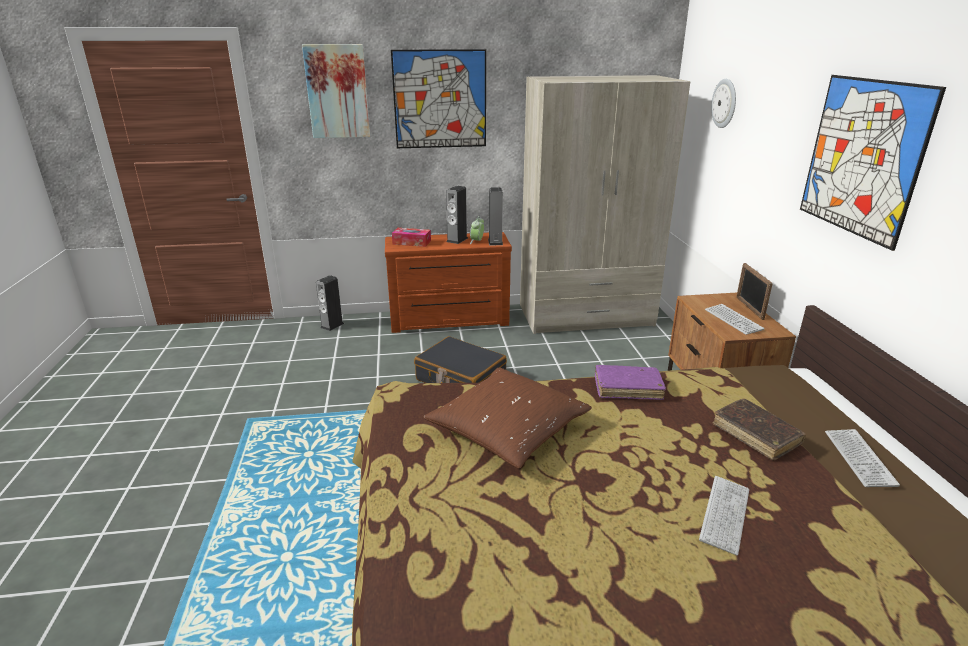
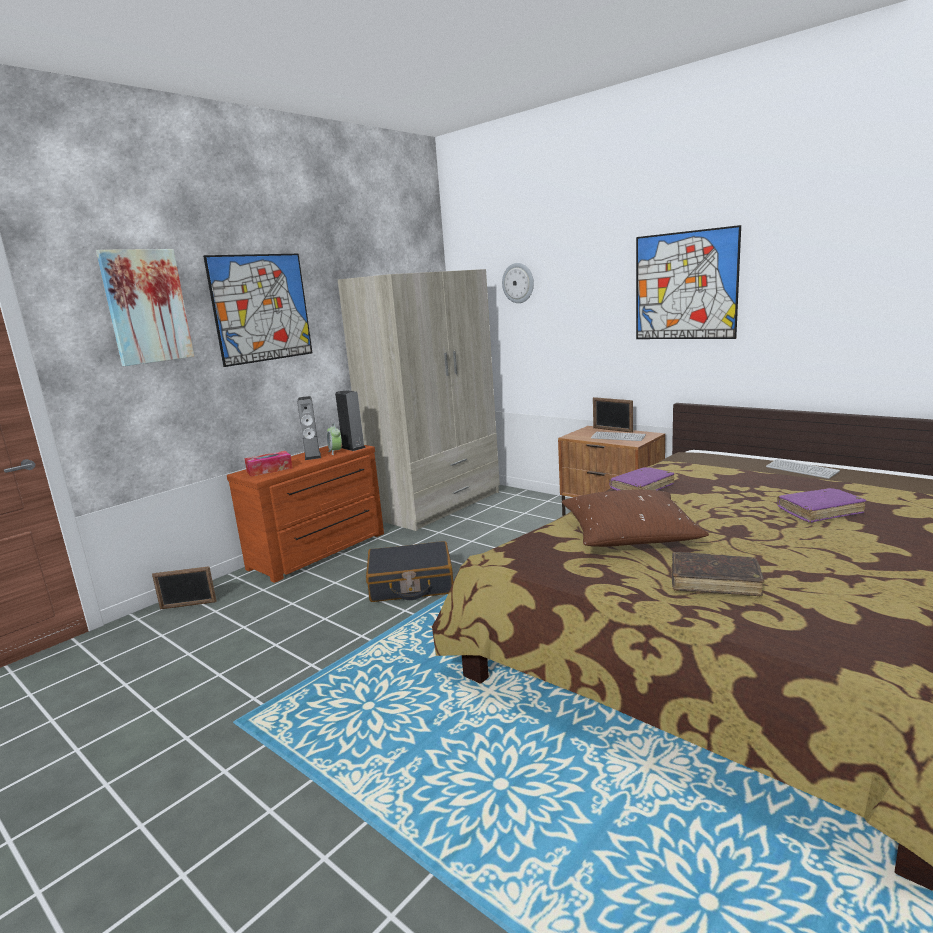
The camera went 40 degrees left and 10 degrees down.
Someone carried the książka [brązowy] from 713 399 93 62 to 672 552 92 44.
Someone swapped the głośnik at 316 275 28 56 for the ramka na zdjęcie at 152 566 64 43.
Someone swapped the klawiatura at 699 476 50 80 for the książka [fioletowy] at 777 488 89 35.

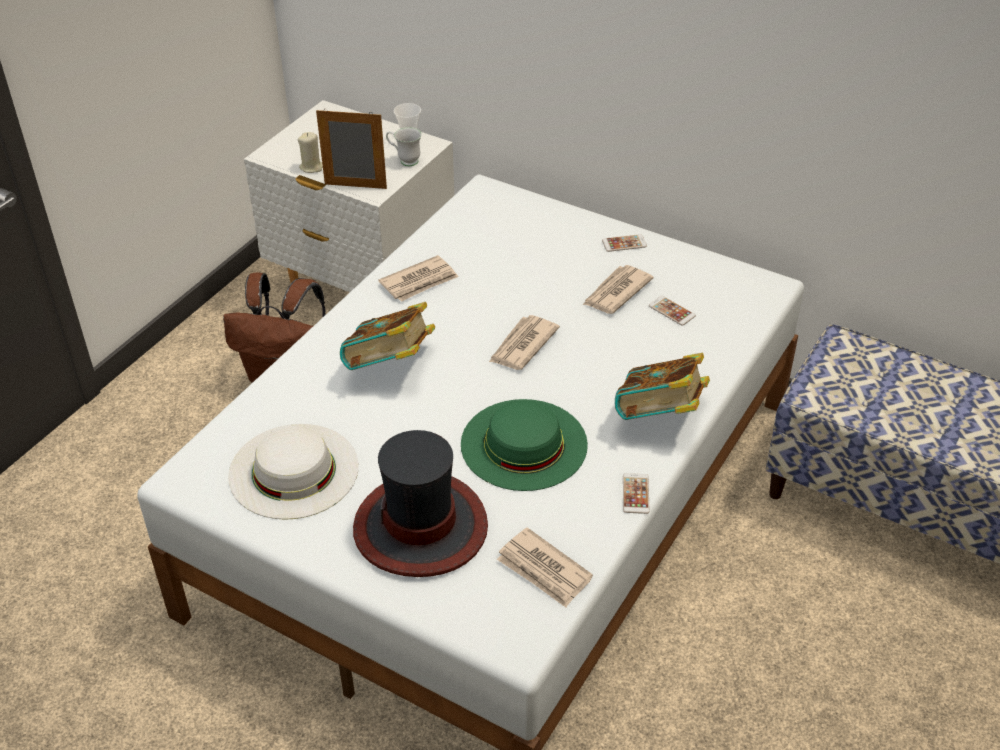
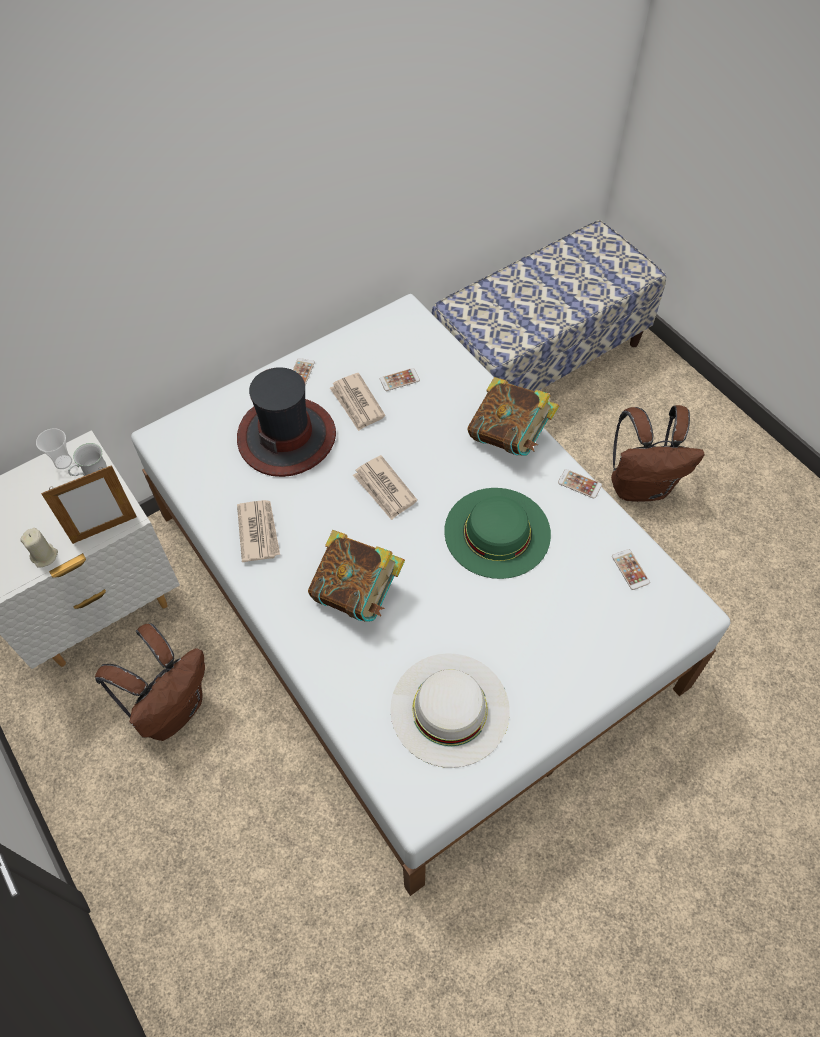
The camera went 65 degrees left and 15 degrees up.
Someone put down the plecak [brązowy] at 611 405 93 97.
Someone carried the kapelusz from 353 430 135 147 to 237 367 99 110.
Someone swapped the gazeta at 497 527 96 81 for the telefon at 612 549 38 41.
Someone rotated the ramka na zdjęcie at 316 110 71 79 by 150 degrees counterclockwise.

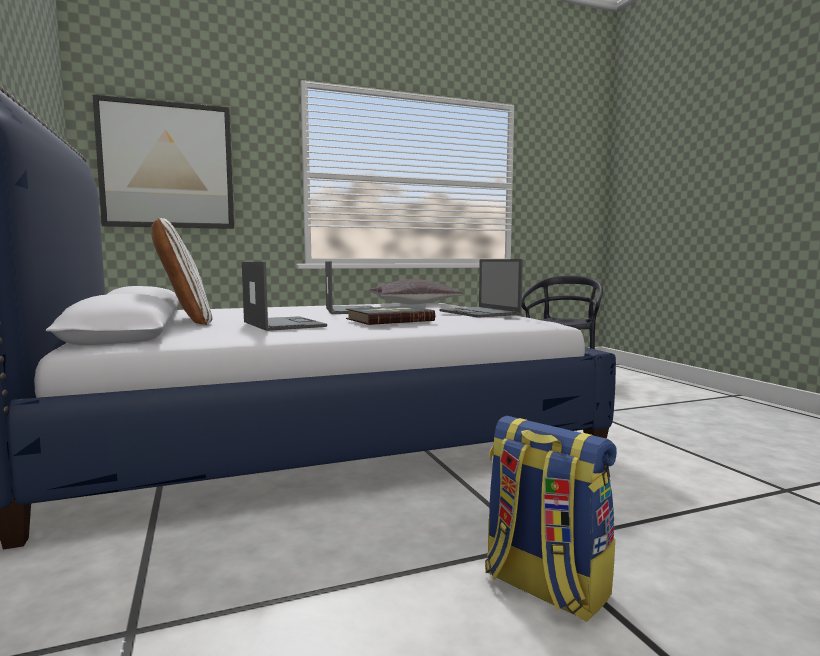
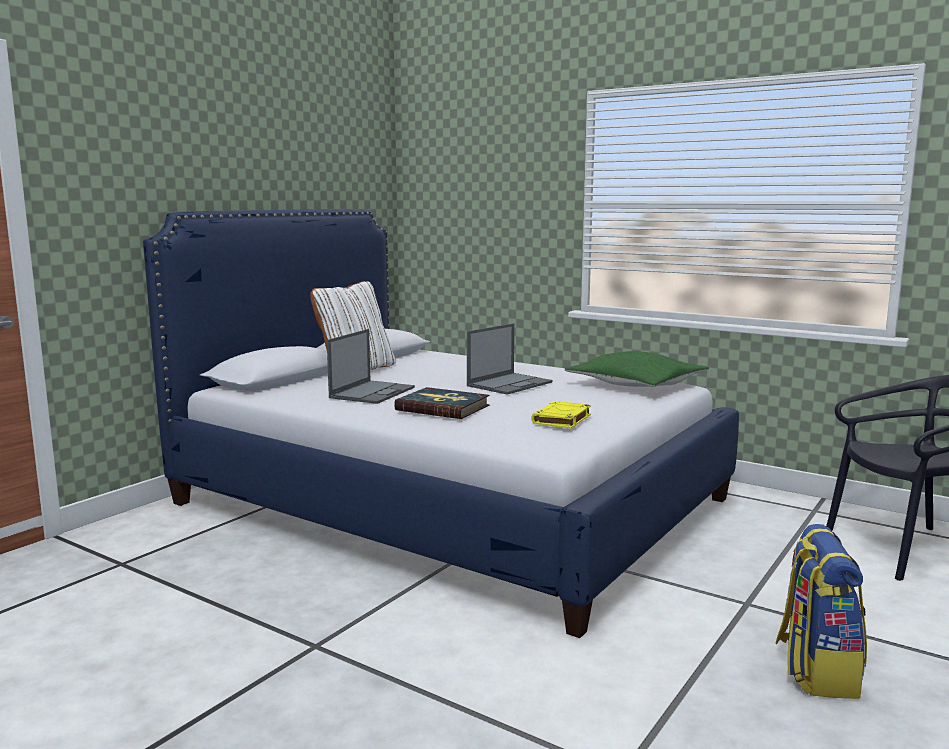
The camera went 55 degrees right and 5 degrees up.
Someone took away the obraz at 93 95 141 134.
Someone carried the plecak from 485 416 132 206 to 775 524 92 175.
Someone swapped the laptop at 440 259 83 59 for the książka [żółty] at 531 401 60 28.
Someone repainted the poduszka [szary] at 369 279 94 25, which became the poduszka [zielony] at 565 351 144 36.

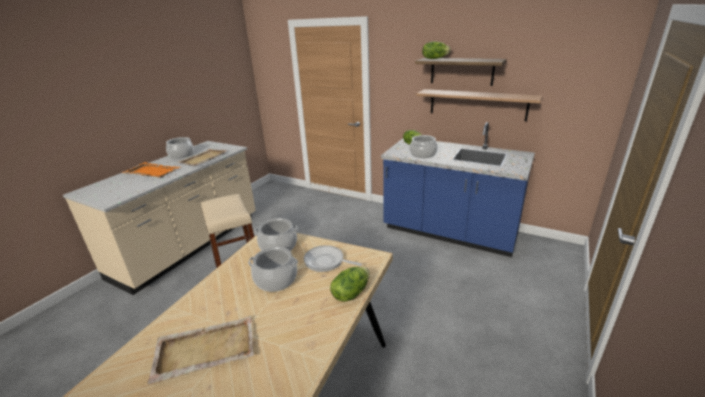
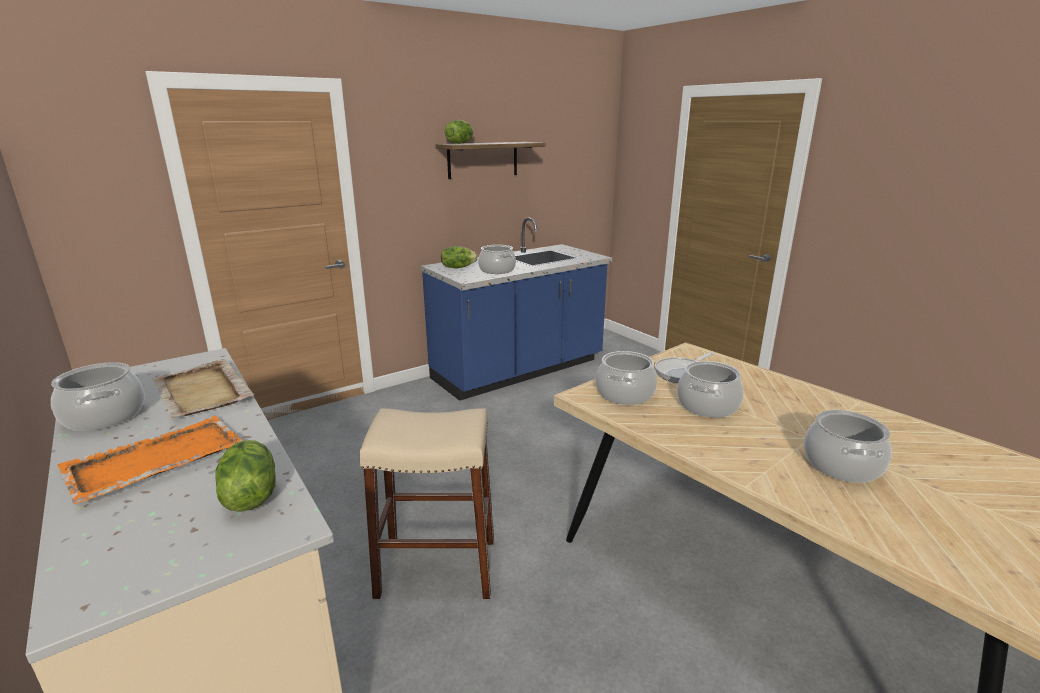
The camera went 65 degrees left and 5 degrees down.
Someone took away the półka at 416 89 126 32.
Someone carried the sałata from 330 267 40 35 to 216 440 60 72.
Someone swapped the taca [beżowy] at 147 316 107 68 for the garnek at 804 409 88 74.

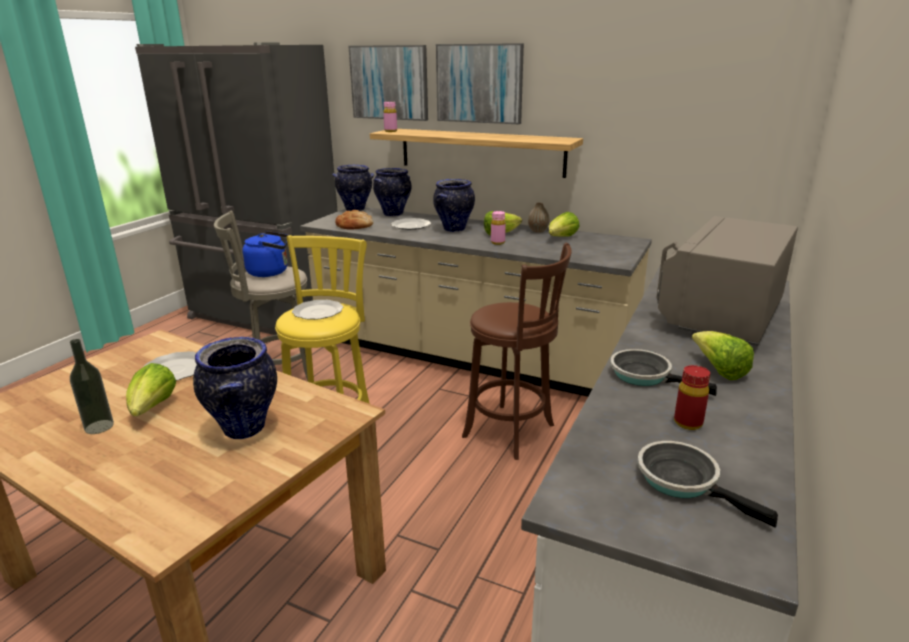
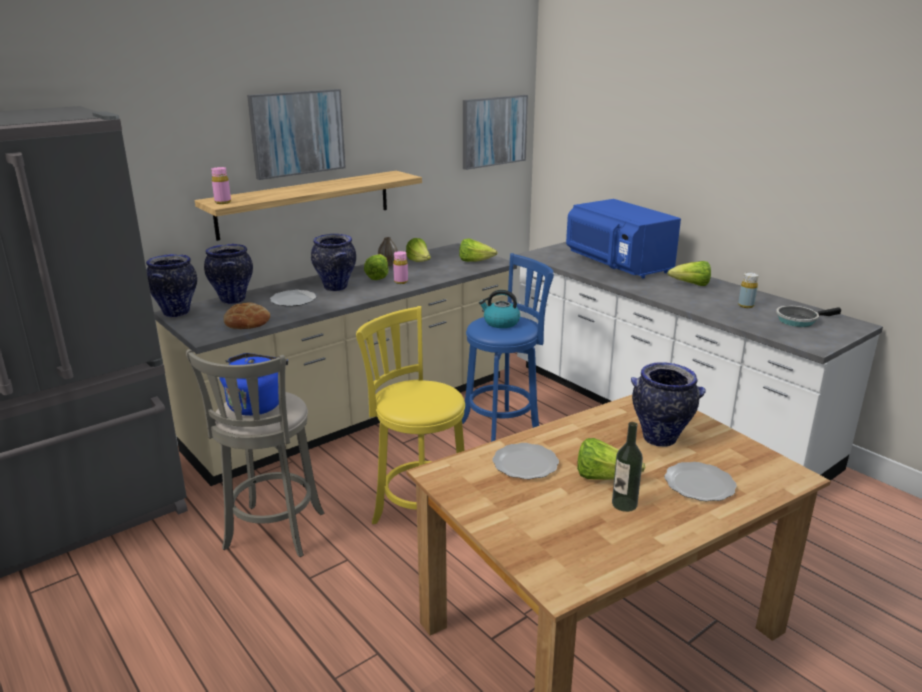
The camera went 65 degrees left and 0 degrees up.
Someone took away the patelnia at 610 349 107 47.
Someone put down the sałata at 459 238 39 24.
Someone put down the czajnik at 479 290 41 38.
Someone carried the talerz from 292 300 51 20 to 664 462 73 39.
Someone carried the obraz from 349 45 79 76 to 463 95 65 75.
Someone repainted the stołek [brązowy] at 462 243 110 217, which became the stołek [niebieski] at 462 253 92 189.
Someone repainted the mikrofalówka [szary] at 657 216 141 130, which became the mikrofalówka [niebieski] at 566 199 115 79.
Someone repainted the butelka [czerwony] at 674 365 36 65, which became the butelka [żółty] at 738 272 20 36.

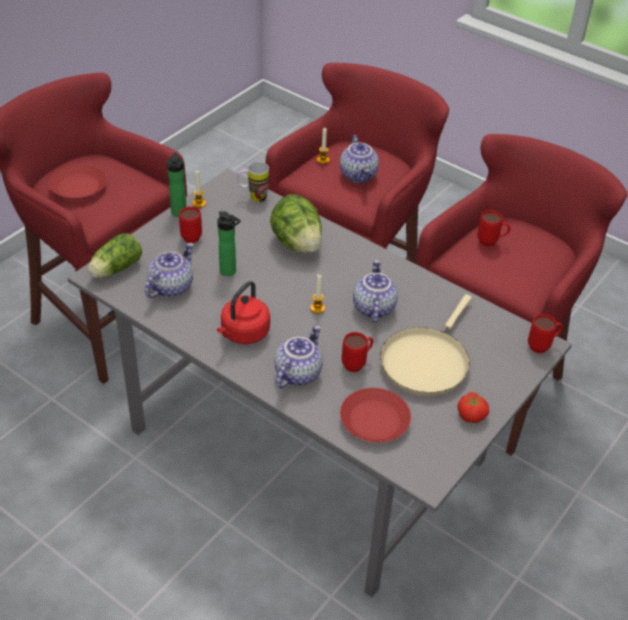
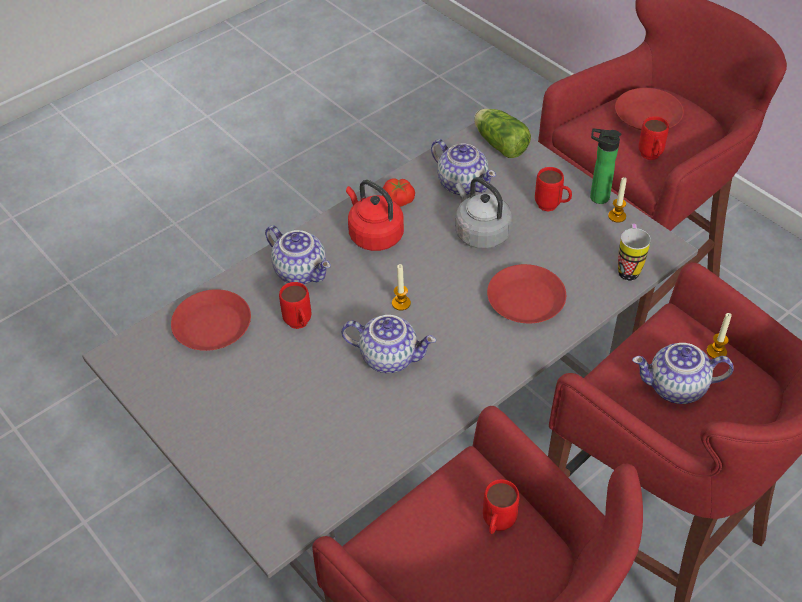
The camera went 105 degrees right and 5 degrees up.
Someone took away the patelnia [beżowy] at 380 294 92 102.
Someone carried the pomidor from 457 392 33 31 to 382 178 33 29.
Someone carried the kubek [czerwony] from 528 314 35 39 to 638 116 31 44.
Someone swapped the butelka at 217 211 24 65 for the czajnik [szary] at 456 177 56 72.
Someone swapped the sałata at 270 194 52 59 for the talerz [czerwony] at 487 264 79 59.

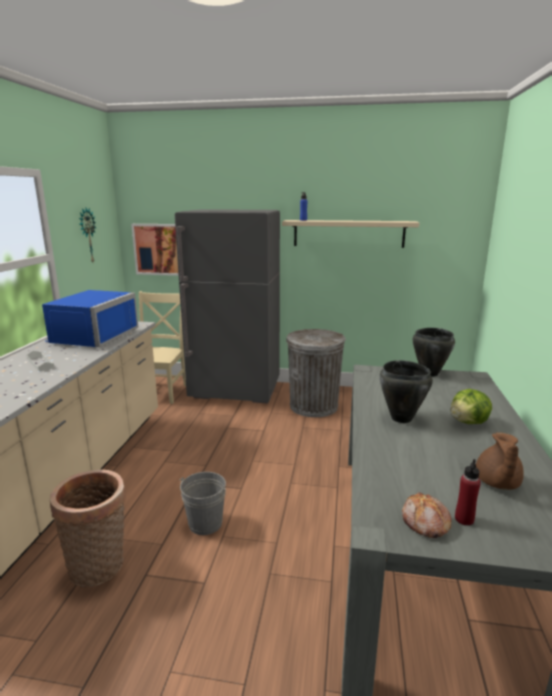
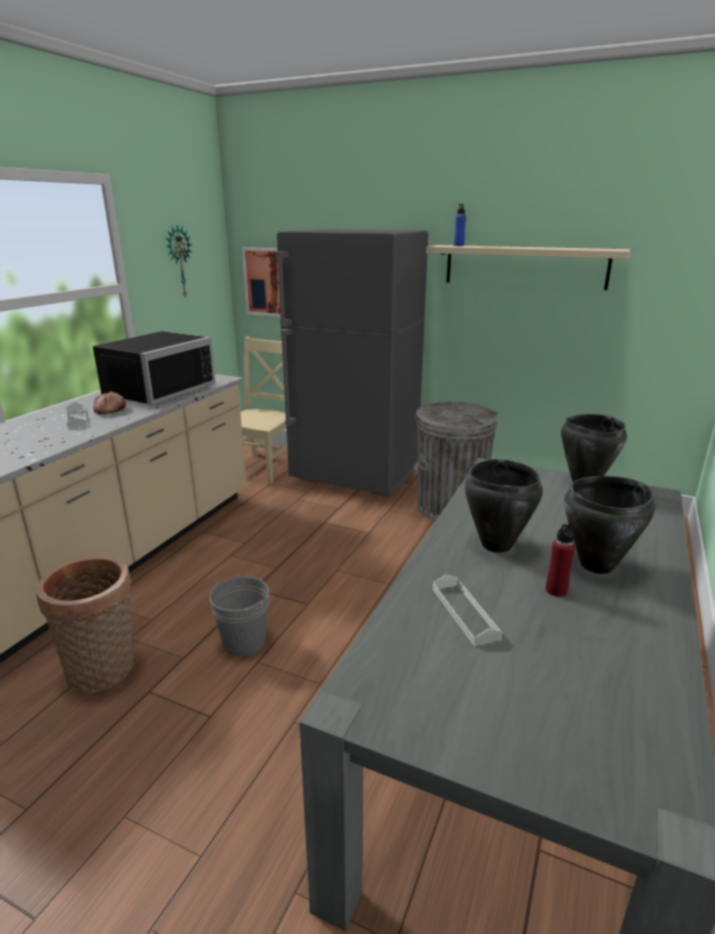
The camera went 15 degrees right and 5 degrees up.
Someone took away the imbryk [brązowy] at 476 432 48 58.
Someone put down the taca [biały] at 433 575 69 71.
Someone carried the chleb from 402 492 50 46 to 93 391 33 23.
Someone carried the butelka [czerwony] from 455 459 26 67 to 546 521 29 76.
Someone swapped the sałata at 451 389 41 35 for the garnek [czarny] at 564 476 91 98.
Someone repainted the mikrofalówka [niebieski] at 42 290 96 57, which became the mikrofalówka [czarny] at 93 331 123 74.

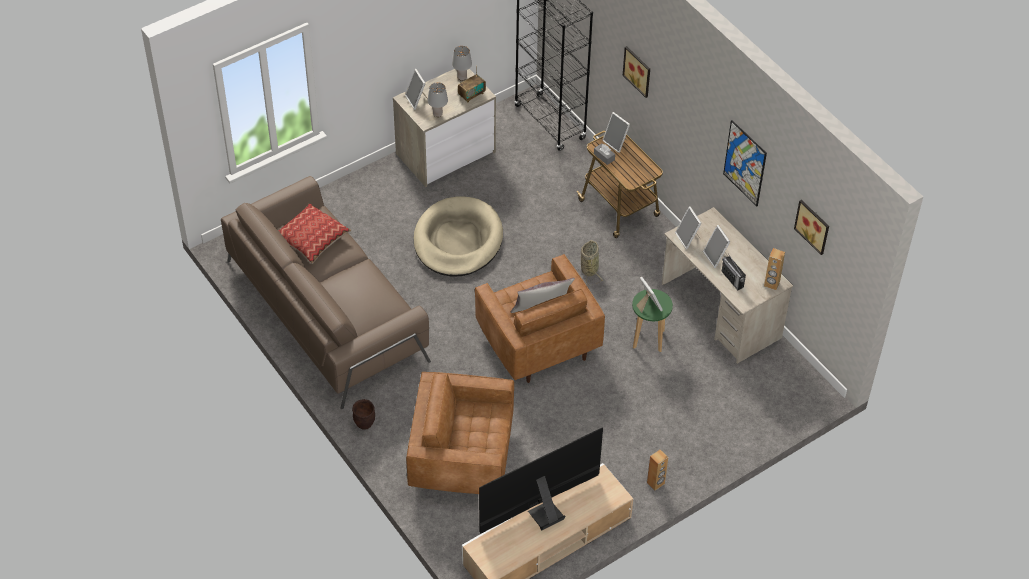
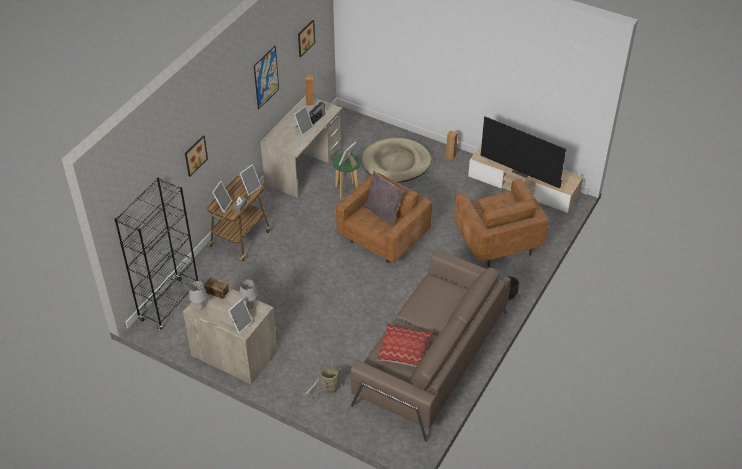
The camera went 115 degrees left and 5 degrees down.
Someone carried the legowisko [beżowy] from 414 196 89 81 to 362 138 69 45.
Someone carried the koszyk from 581 240 22 45 to 304 367 43 31.
Someone carried the ramka na zdjęcie from 675 207 27 42 to 239 164 22 32.

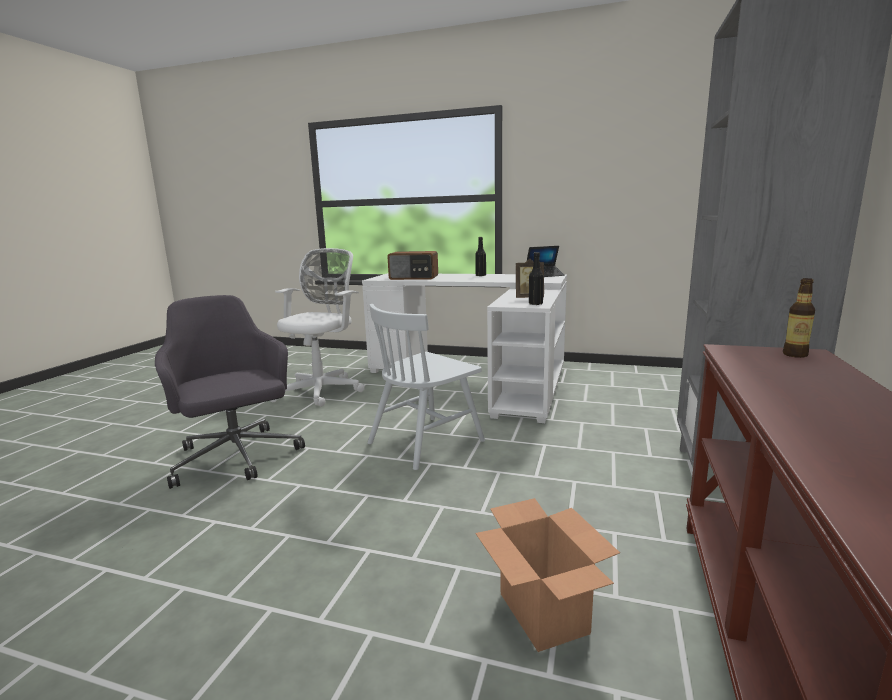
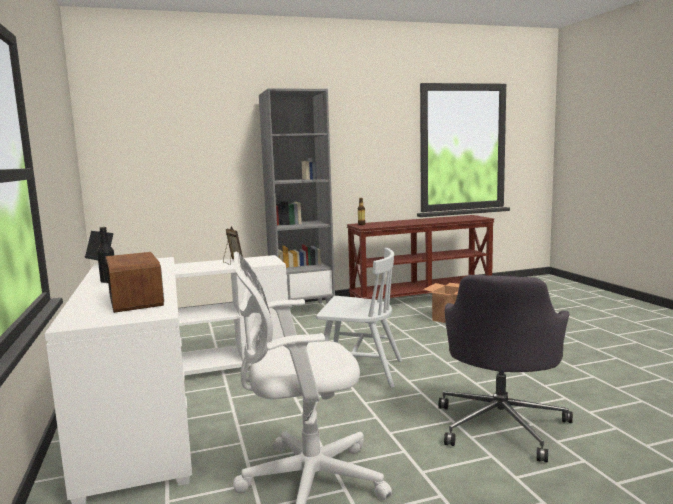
The camera went 125 degrees left and 5 degrees down.
Someone took away the butelka [czarny] at 529 252 15 53.

